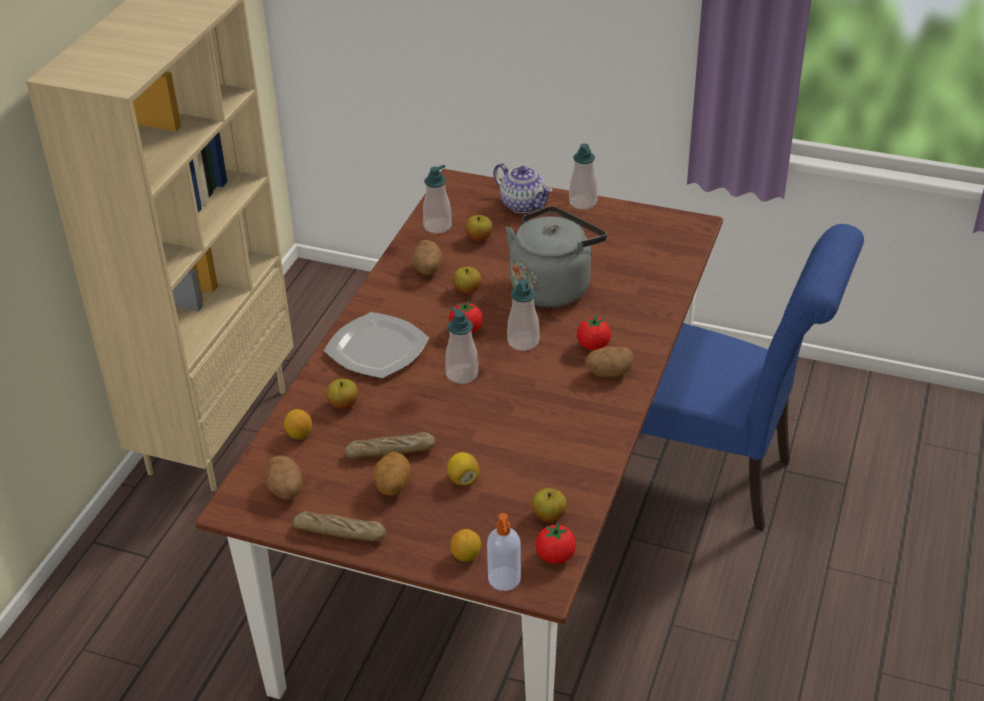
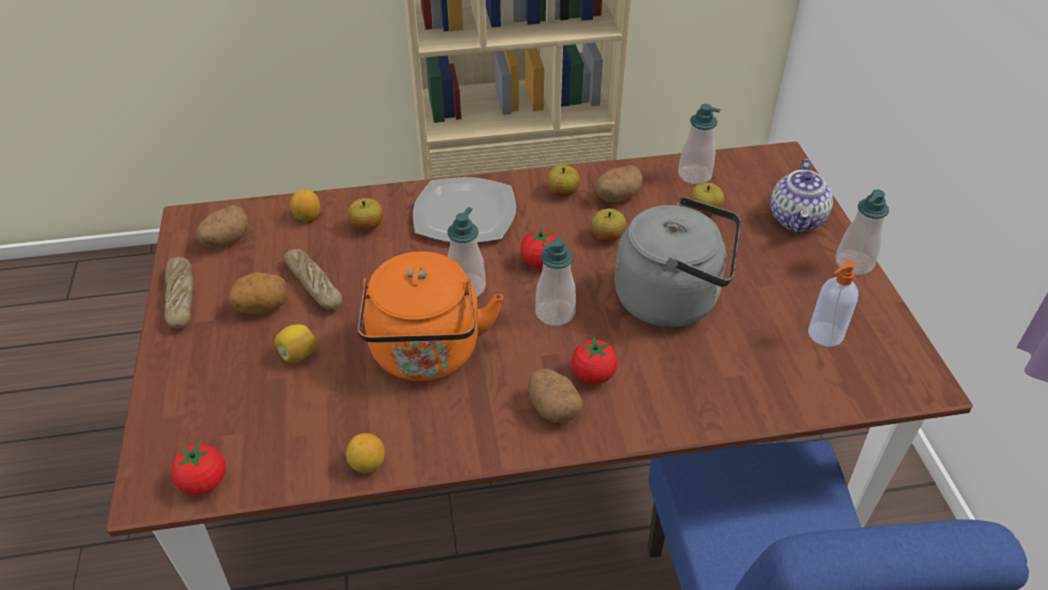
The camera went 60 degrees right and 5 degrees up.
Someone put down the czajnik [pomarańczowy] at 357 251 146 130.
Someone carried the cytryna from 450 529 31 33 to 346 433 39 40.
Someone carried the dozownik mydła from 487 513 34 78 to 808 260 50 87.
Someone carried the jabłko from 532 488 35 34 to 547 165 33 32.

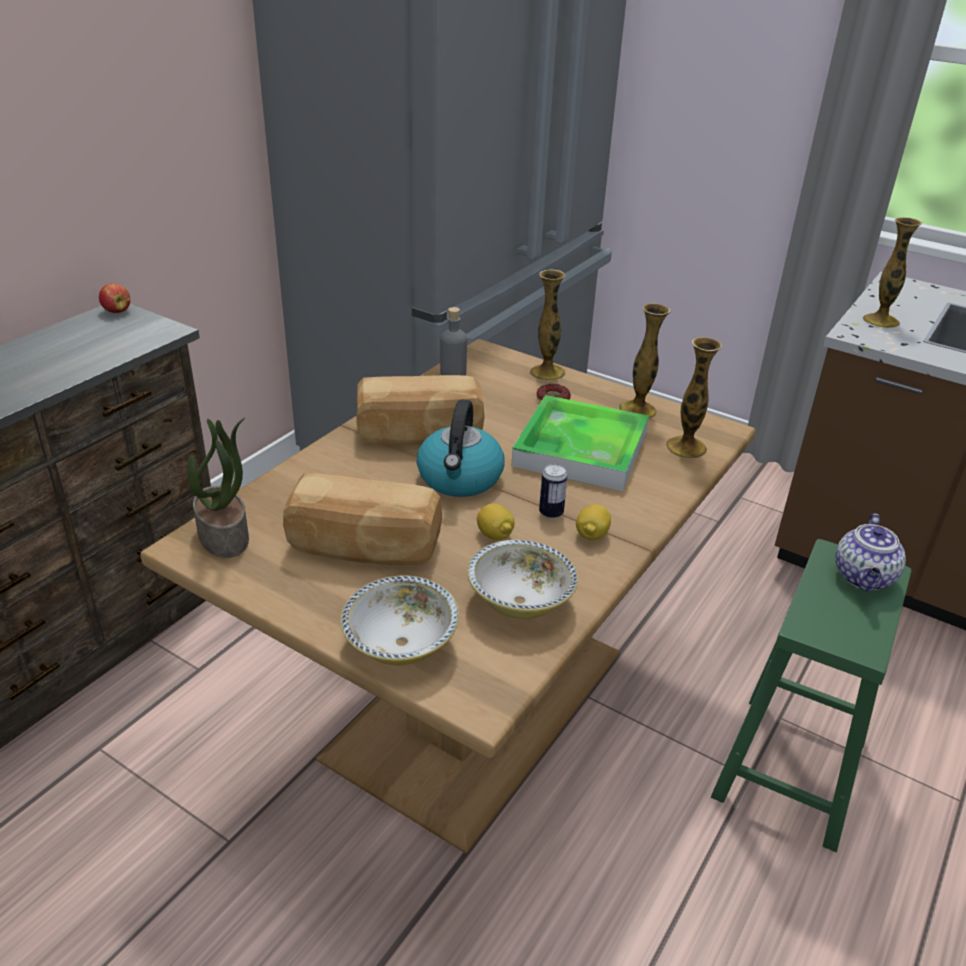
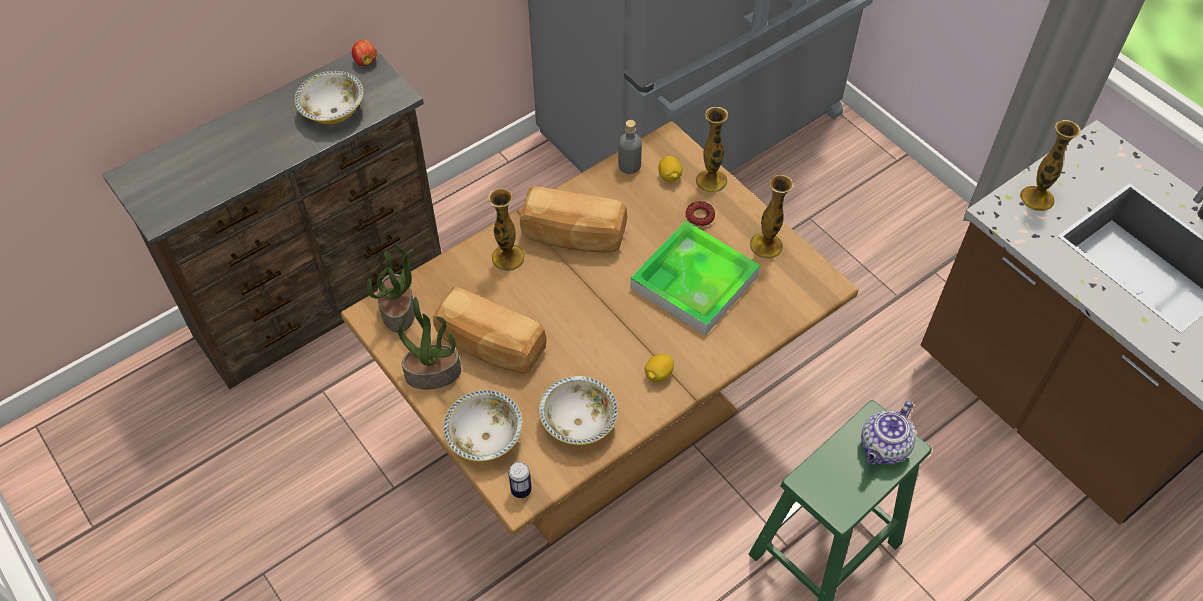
The camera went 20 degrees right and 20 degrees up.
Someone took away the czajnik at 416 400 88 97.
Someone put down the miska at 295 71 69 53.
Someone put down the roślina doniczkowa at 398 297 63 93.
Someone carried the cytryna from 477 504 37 36 to 658 156 24 26.
Someone carried the puszka from 539 464 29 55 to 508 462 24 36.
Someone carried the wazon from 666 337 56 122 to 488 188 37 83.

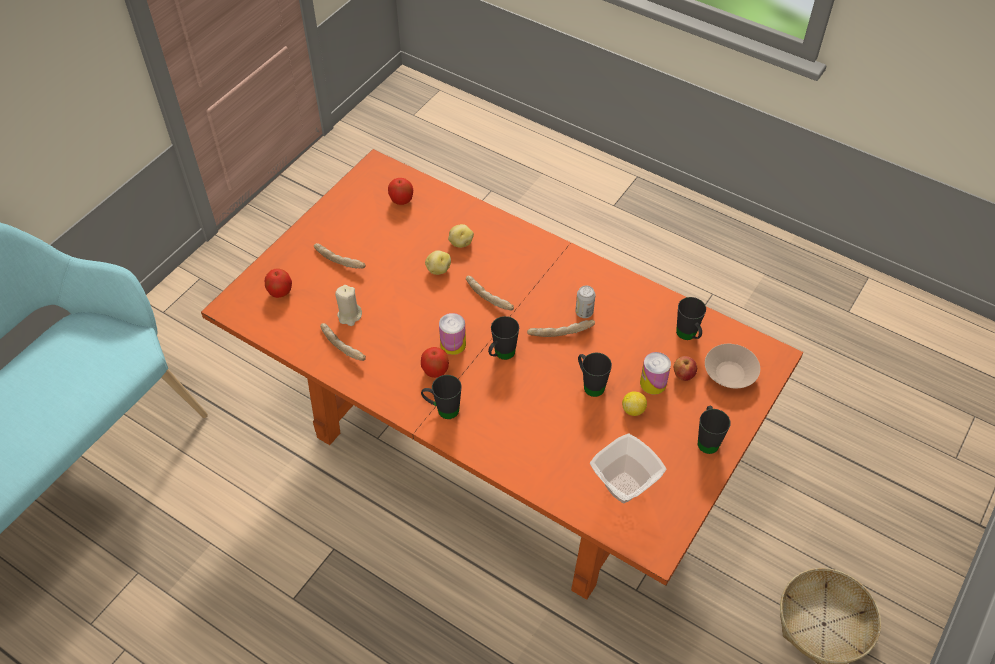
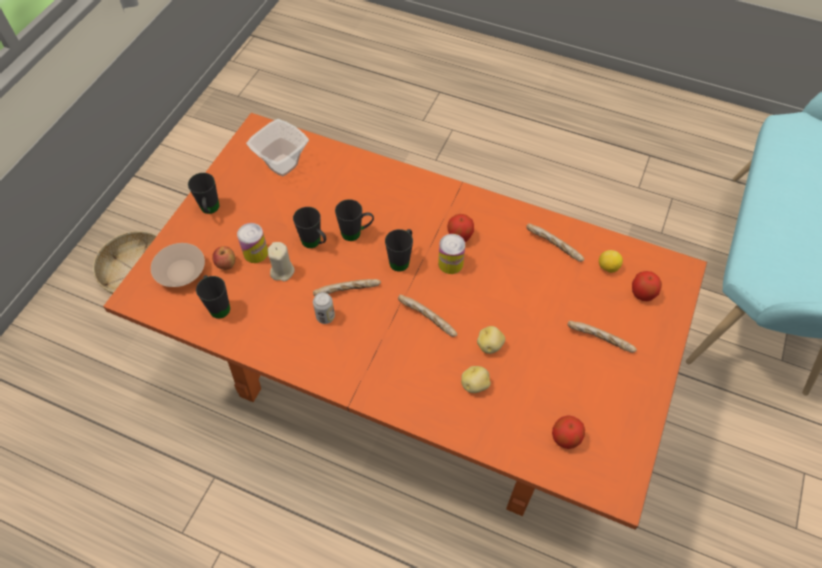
The camera went 170 degrees right and 5 degrees up.
Someone carried the świeca [beżowy] from 335 285 27 41 to 268 242 27 39.
Someone carried the kubek [czarny] from 421 375 40 44 to 335 199 39 42.
Someone carried the cytryna from 622 391 25 25 to 599 250 24 23.

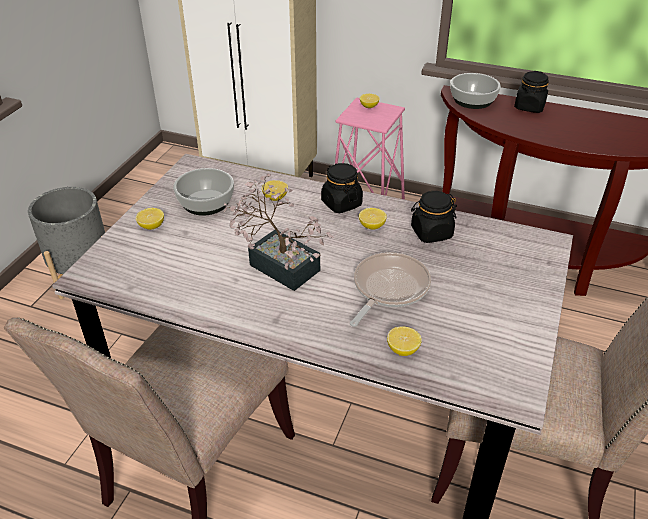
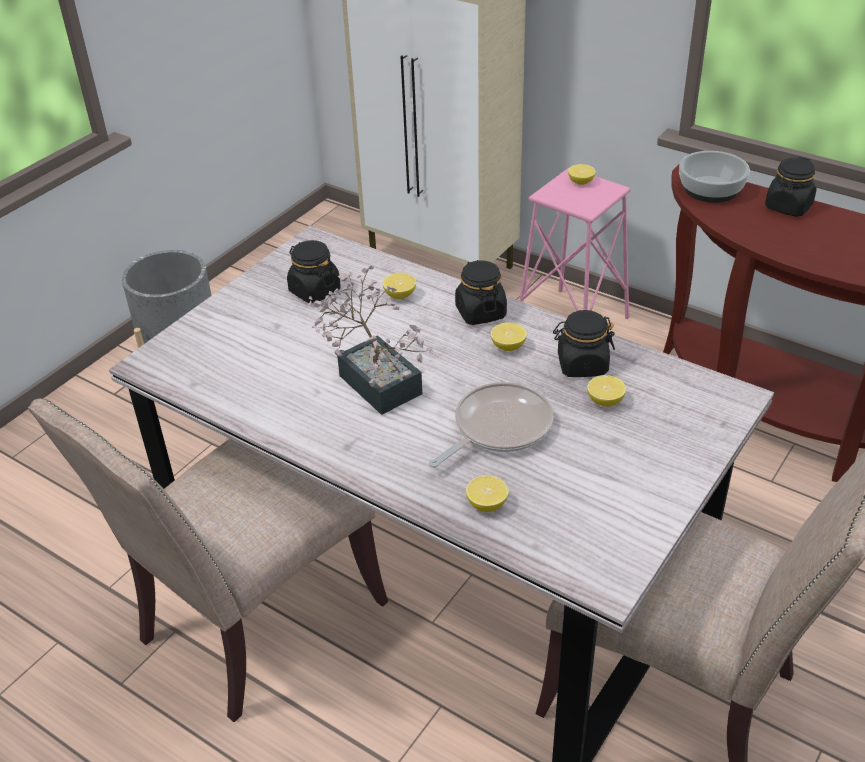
The camera went 15 degrees right and 0 degrees up.
Someone carried the cytryna from 136 208 28 22 to 587 375 39 31.
Someone swapped the miska at 173 168 61 48 for the słoik [czarny] at 287 240 54 63.

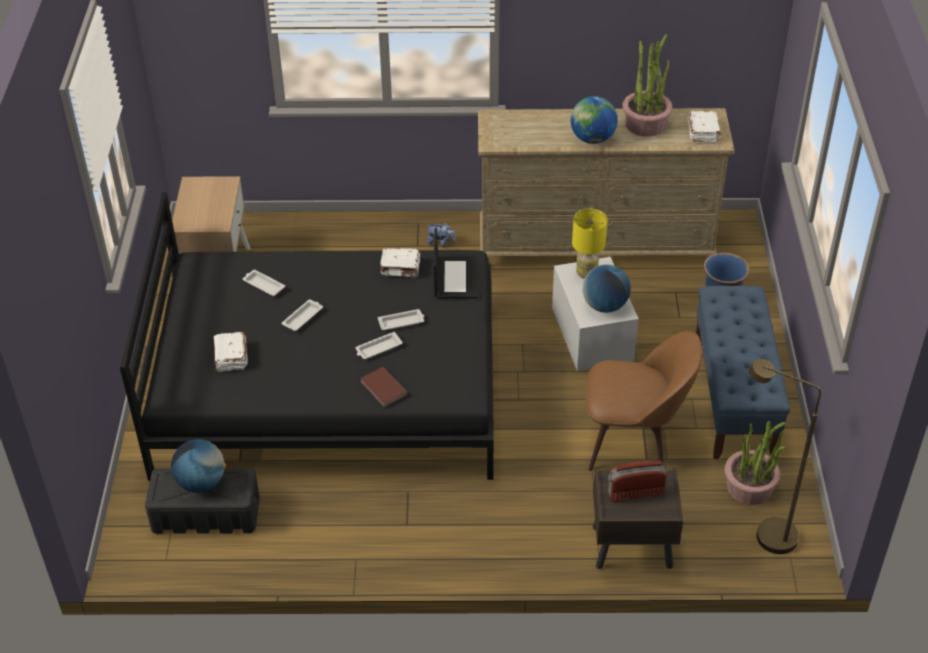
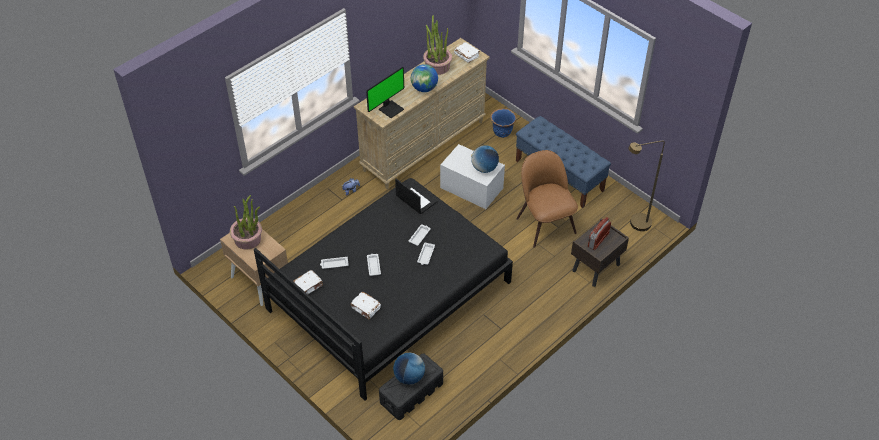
The camera went 45 degrees left and 5 degrees up.
Someone took away the książka [brązowy] at 360 367 48 41.
Someone took away the lampa stołowa [żółty] at 572 209 36 70.
Someone put down the monitor at 366 67 38 51.
Someone carried the książka [biały] from 380 248 40 30 to 293 270 30 24.
Someone carried the roślina doniczkowa from 724 421 62 84 to 230 195 32 55.
Someone rotated the krzesło [brązowy] at 585 331 116 140 by 75 degrees counterclockwise.

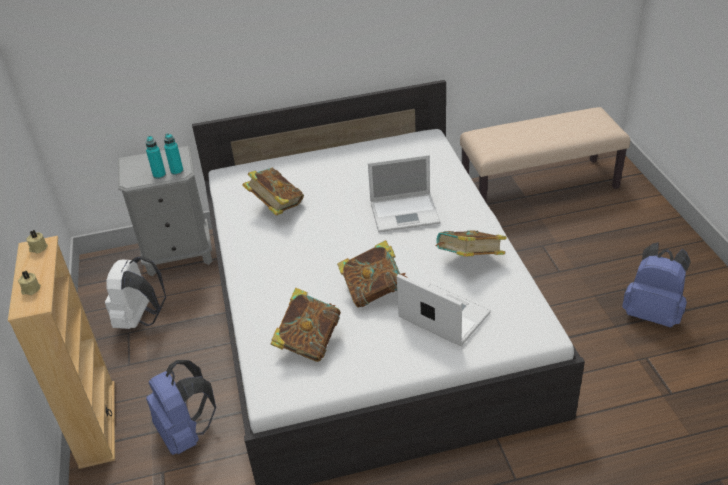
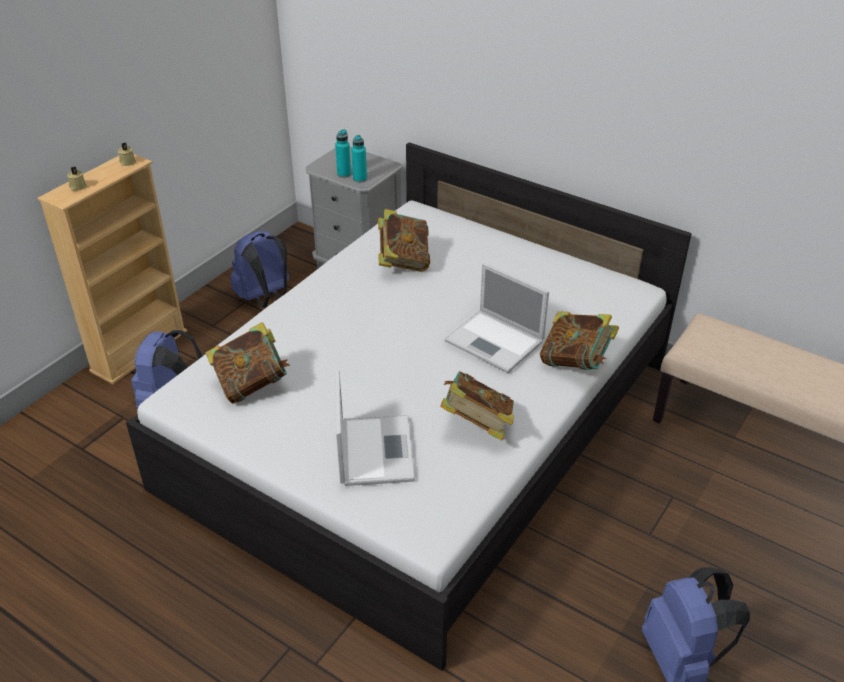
The camera went 45 degrees right and 0 degrees up.
Someone carried the książka from 337 240 71 68 to 540 311 79 59.
Someone repainted the plecak [biały] at 105 256 61 73, which became the plecak [niebieski] at 230 231 59 76.

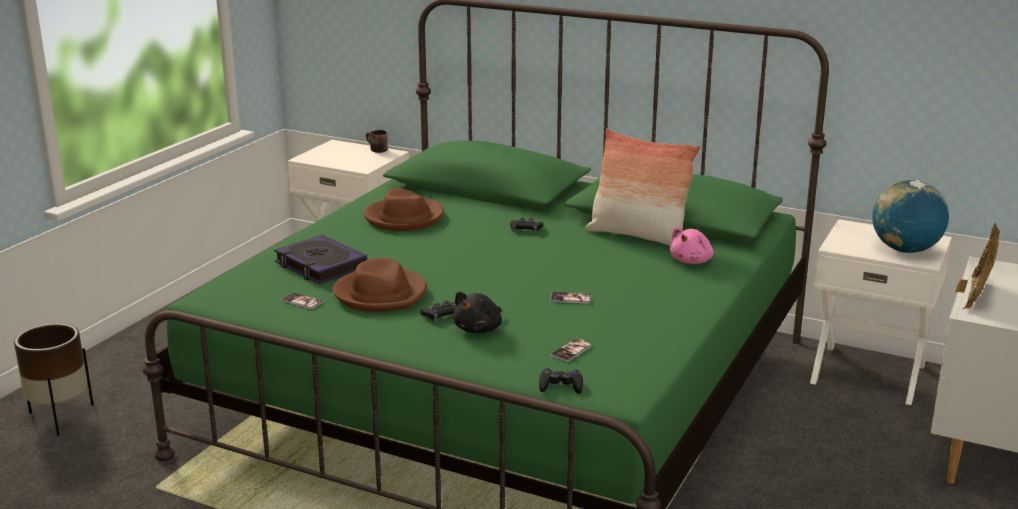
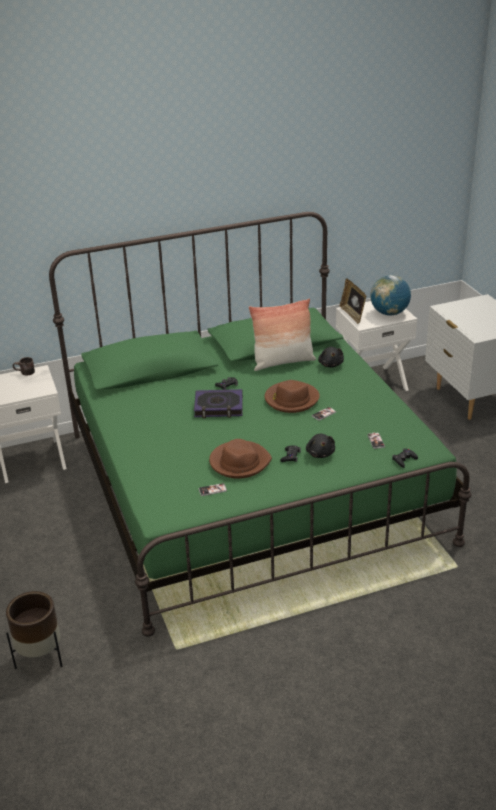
The camera went 45 degrees left and 10 degrees up.
Someone carried the książka from 274 235 93 49 to 194 389 49 29.
Someone carried the kapelusz [brązowy] from 364 189 80 42 to 265 380 55 33.
Someone carried the ramka na zdjęcie from 963 223 37 86 to 340 278 26 46.
Someone repainted the pluszak [różowy] at 670 227 44 37, which became the pluszak [czarny] at 318 347 26 21.

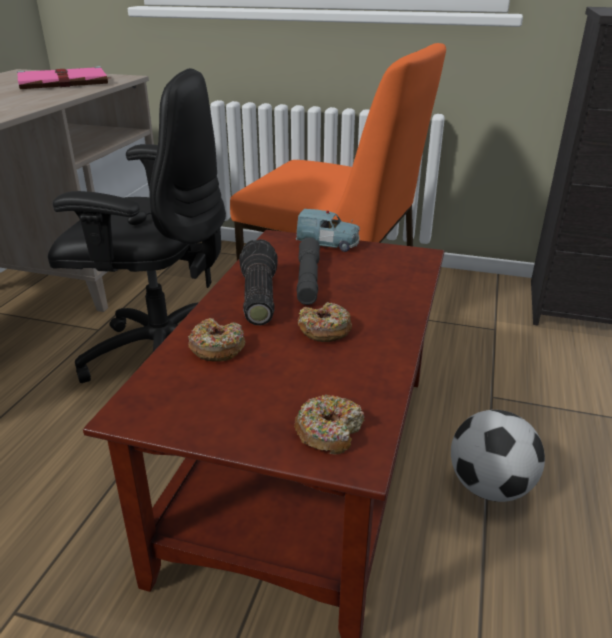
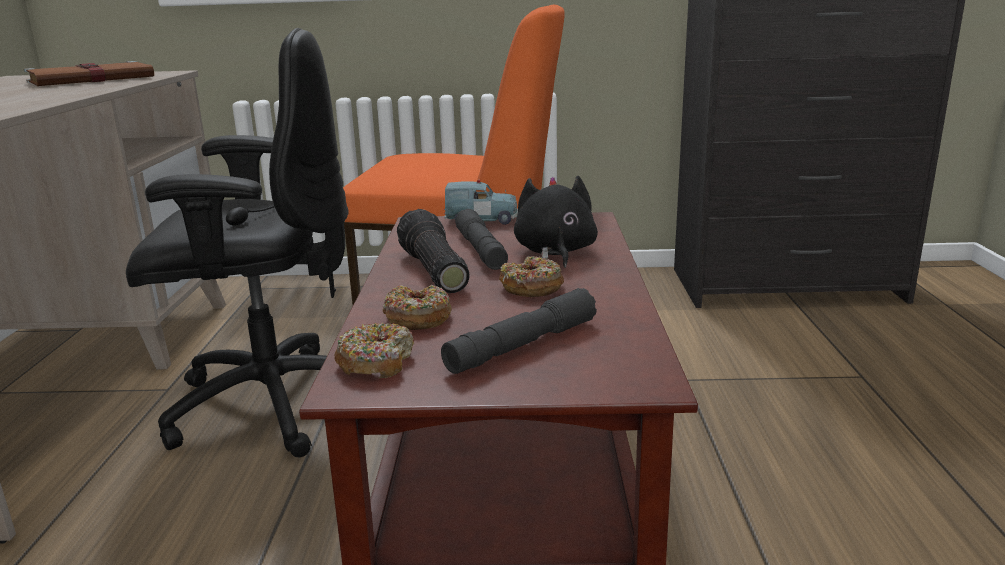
The camera went 15 degrees left and 10 degrees down.
Someone took away the piłka futbolowa at 451 410 94 92.
Someone put down the latarka [szary] at 441 288 156 86.
Someone put down the pluszak [czarny] at 514 176 84 92.
Someone carried the donut from 294 395 70 60 to 334 323 80 55.
Someone repainted the książka [różowy] at 17 66 94 23, which became the książka [brązowy] at 24 61 130 25.

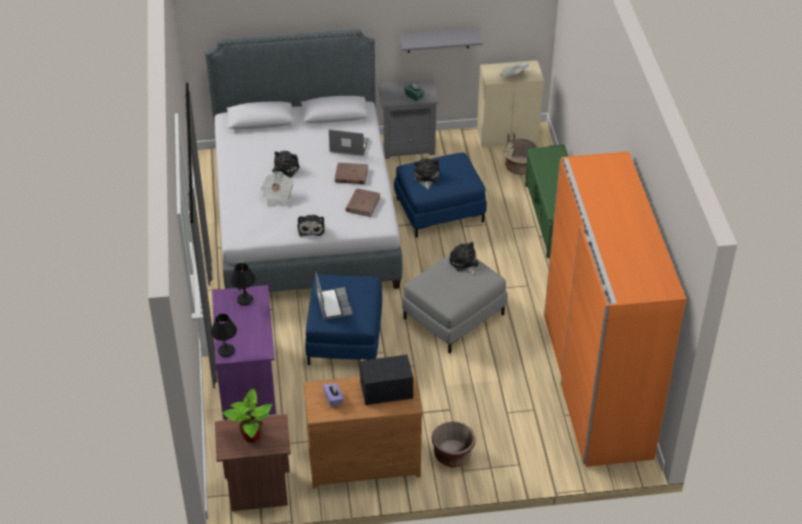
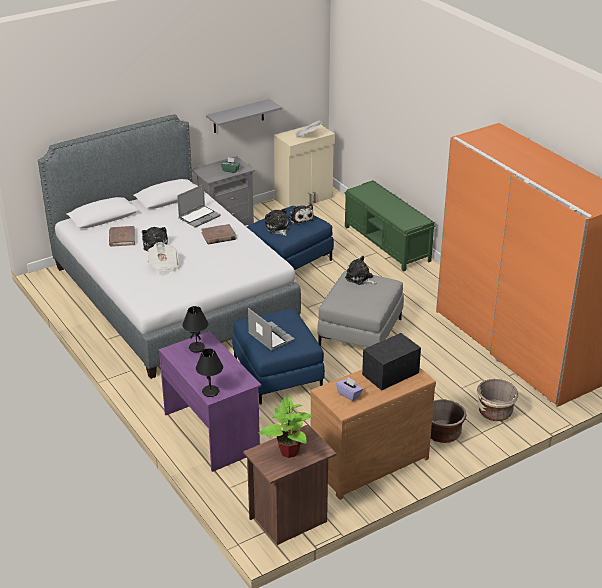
The camera went 25 degrees left and 10 degrees down.
Someone carried the pluszak from 297 215 28 21 to 289 204 25 21.
Someone carried the książka [brązowy] from 345 188 36 29 to 109 226 26 21.
Someone carried the donica [beżowy] from 504 139 34 36 to 477 379 41 42.
Someone rotated the laptop at 329 129 40 27 by 150 degrees clockwise.

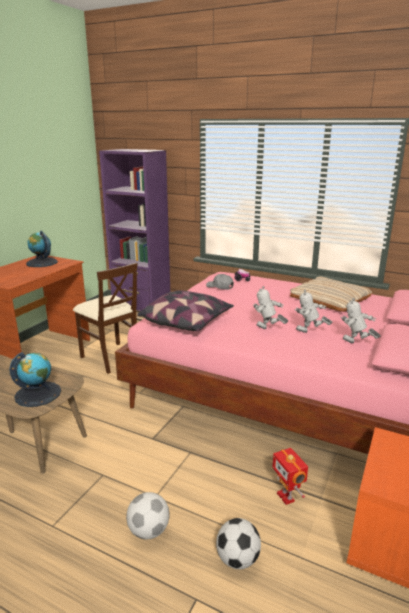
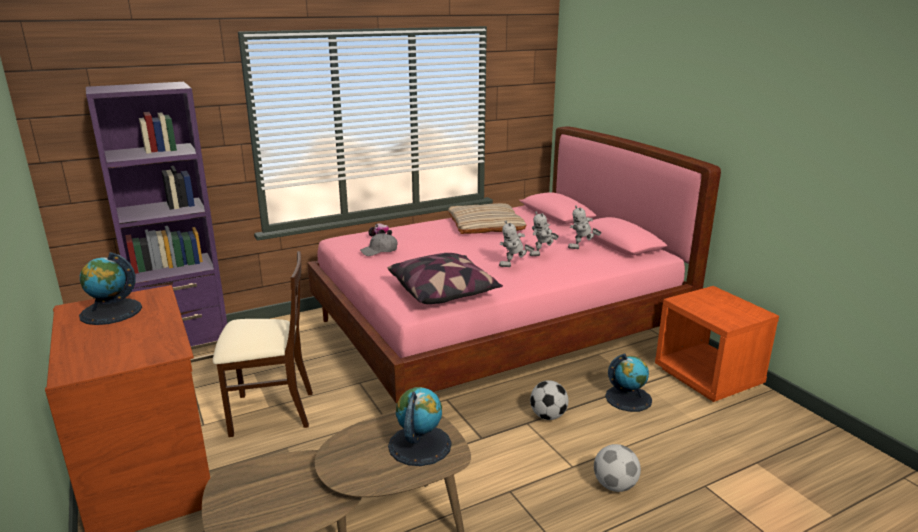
The camera went 55 degrees left and 0 degrees up.
Someone carried the piłka futbolowa from 216 518 45 51 to 530 380 38 40.
Someone swapped the robot zabawkowy at 272 448 36 57 for the globus at 605 353 47 59.

